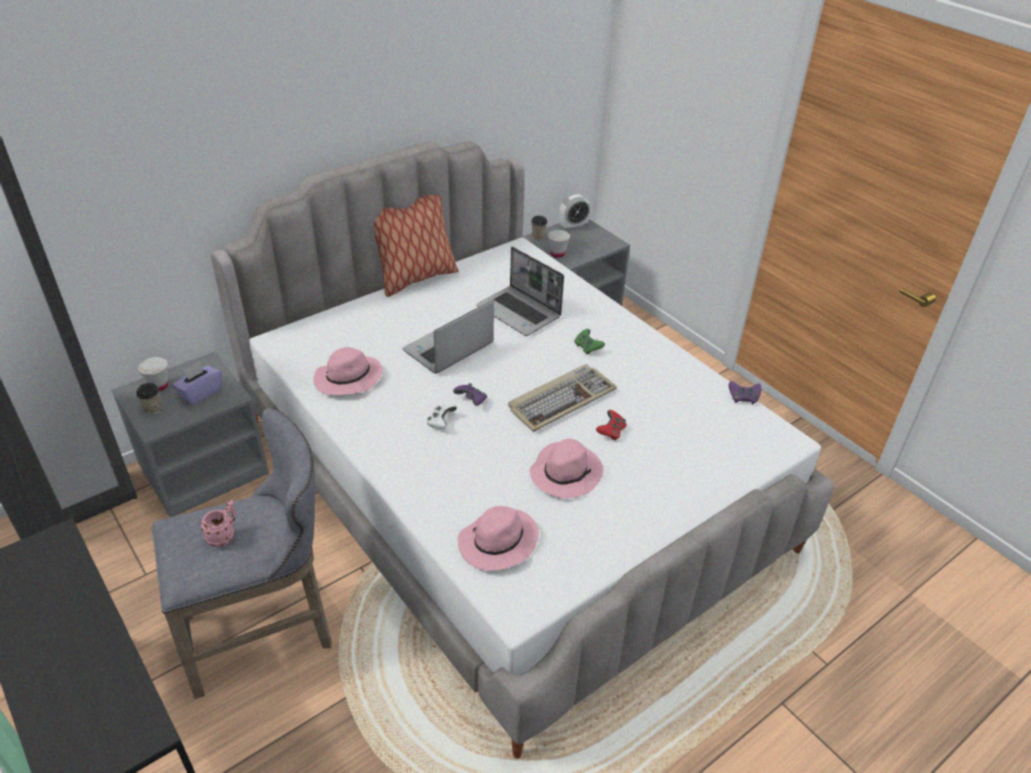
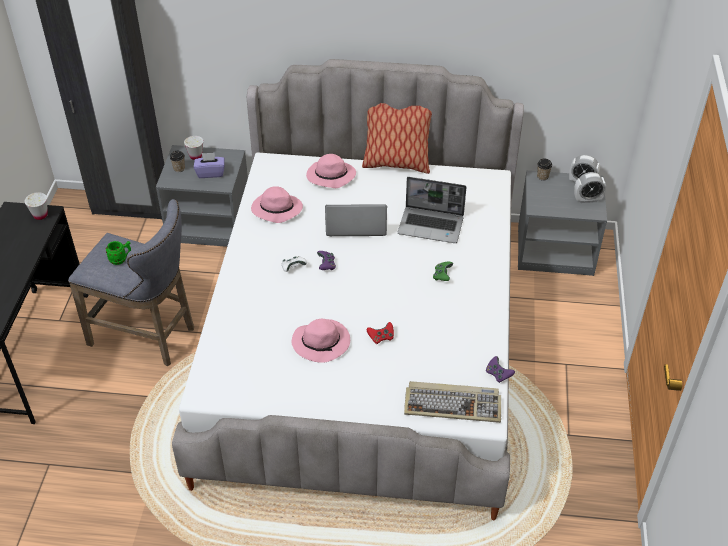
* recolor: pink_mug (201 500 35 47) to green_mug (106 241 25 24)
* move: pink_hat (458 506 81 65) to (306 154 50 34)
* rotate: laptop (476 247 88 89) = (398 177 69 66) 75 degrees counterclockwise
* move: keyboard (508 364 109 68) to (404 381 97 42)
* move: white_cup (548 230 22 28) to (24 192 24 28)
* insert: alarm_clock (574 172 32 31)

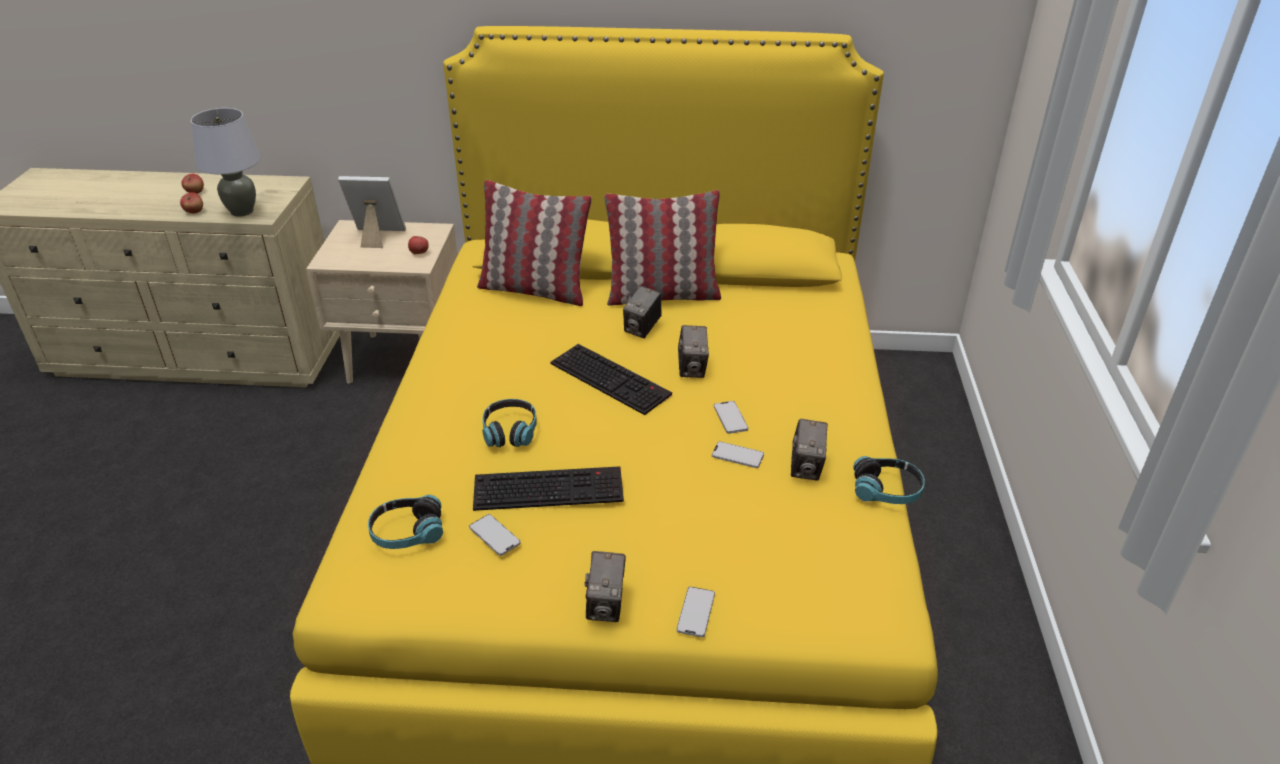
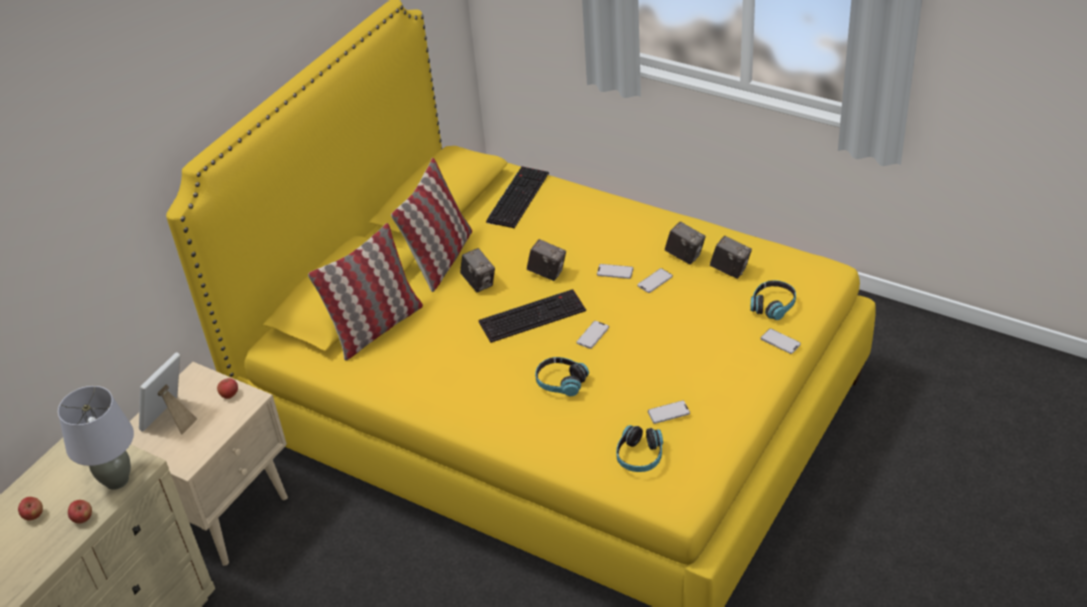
* move: keyboard (473 466 151 45) to (486 166 63 62)
* move: photo_camera (585 551 41 71) to (710 236 42 43)
* move: headphones (853 456 72 48) to (750 280 46 40)
* insert: phone (577 321 32 28)

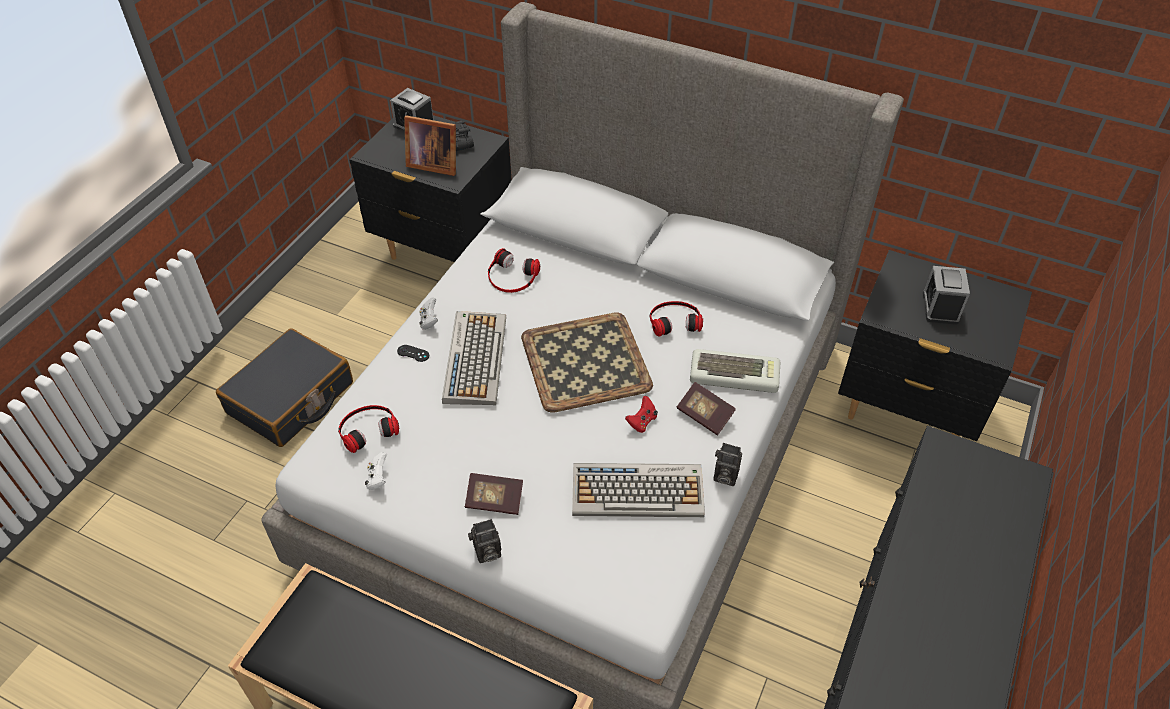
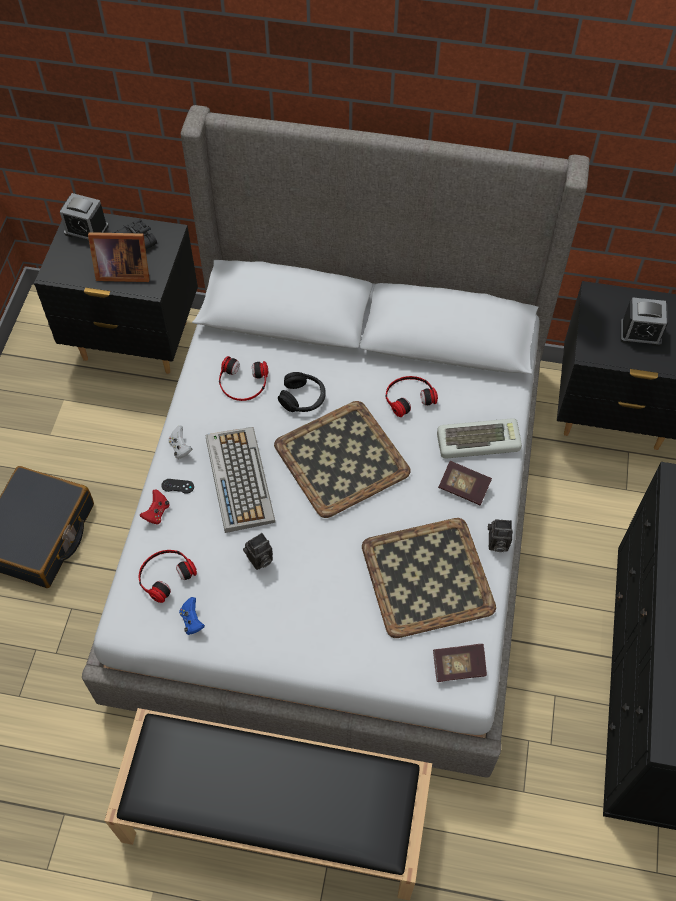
* recolor: white_game_controller (365 452 22 38) to blue_game_controller (179 597 26 38)
* move: book (465 473 58 42) to (433 644 54 38)
* move: photo_camera (468 519 33 44) to (243 533 30 37)
* replace: keyboard (572 463 133 54) to tray (362 518 134 120)
* move: red_game_controller (625 396 33 37) to (140 489 29 35)
* rotate: alarm_clock (923 266 47 59) = (620 298 48 49) 75 degrees counterclockwise
* insert: black_headphones (278 372 47 40)

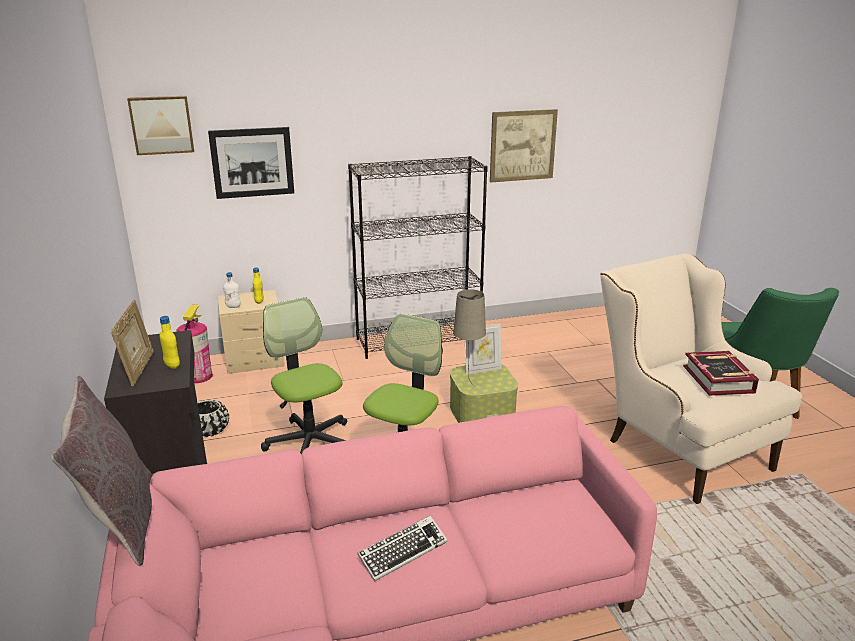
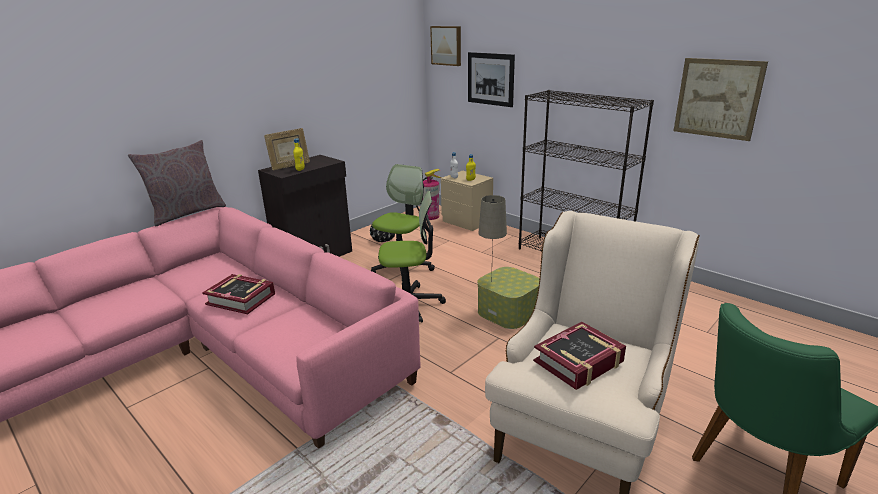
* replace: keyboard (357 516 90 66) to book (202 274 73 40)
* delete: picture_frame (465 323 36 51)

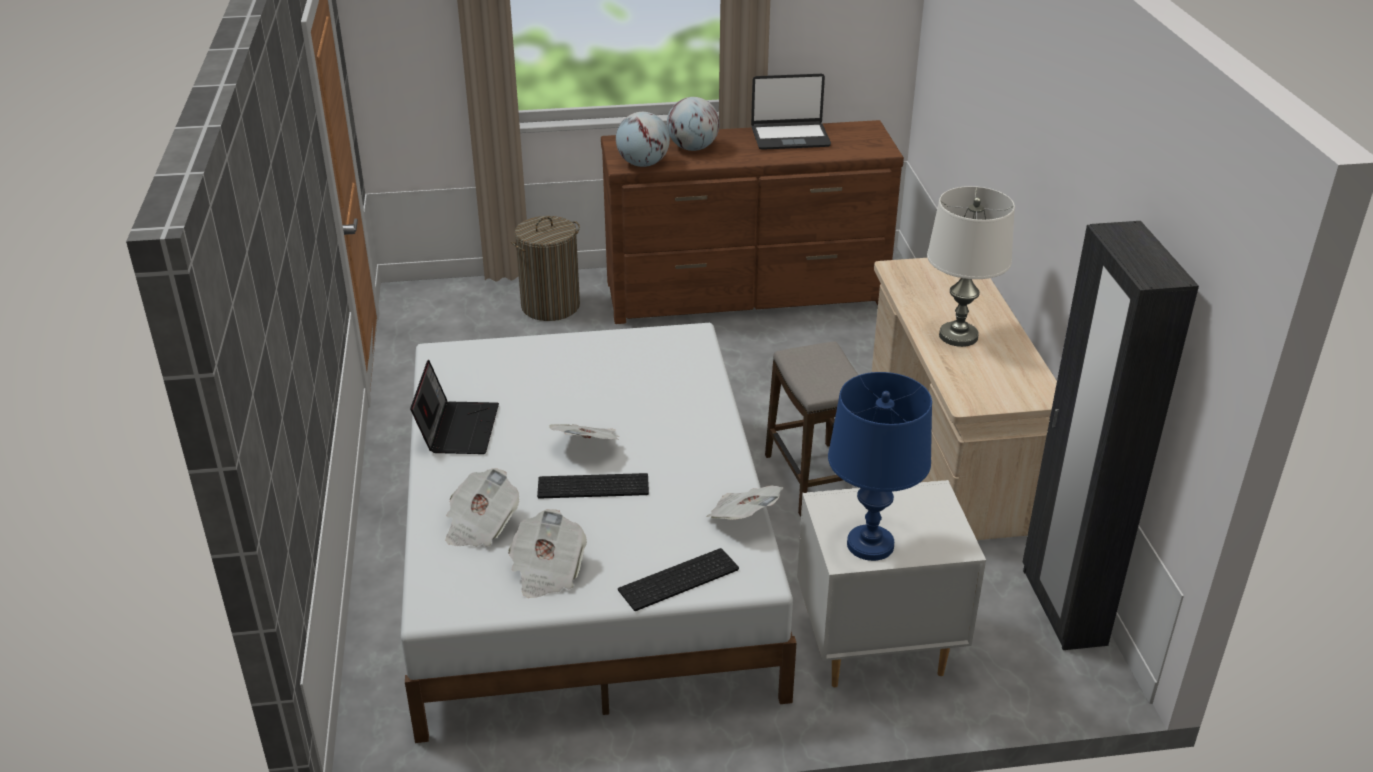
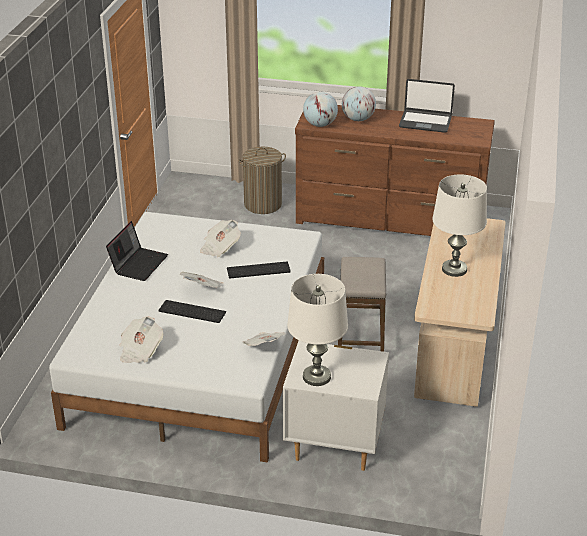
* move: newspaper (445 468 74 79) to (200 220 41 37)
* move: keyboard (618 548 121 63) to (227 262 64 16)
* recolor: blue_table_lamp (828 372 104 189) to white_table_lamp (287 274 61 112)
* delete: black_wardrobe (1023 221 176 429)

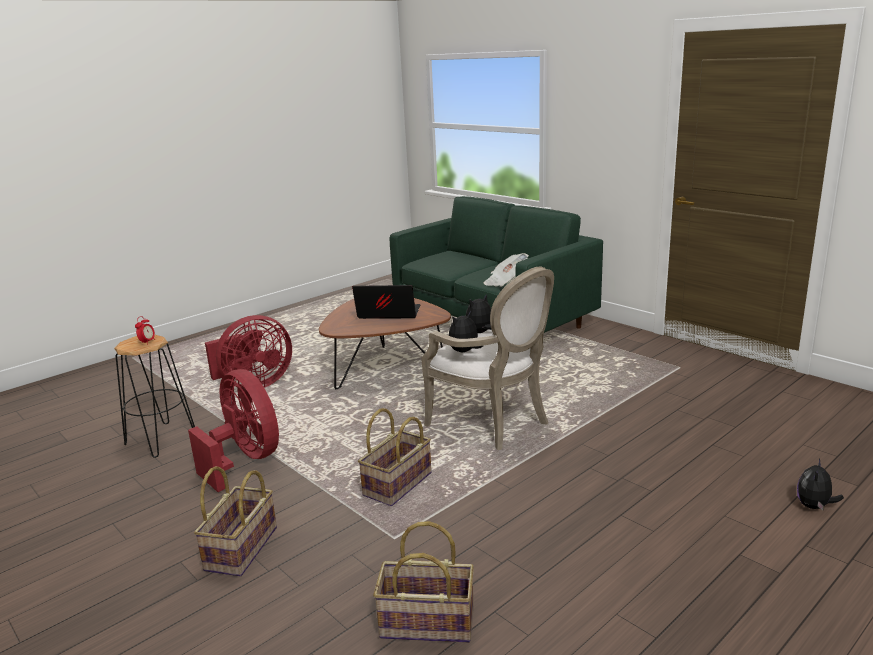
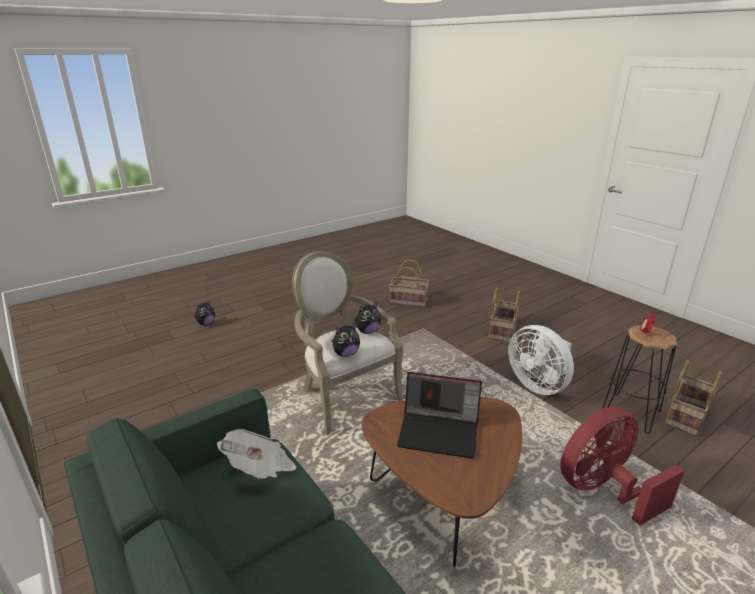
* recolor: red_fan (188 369 91 123) to white_fan (508 325 66 70)
* move: basket (358 408 74 98) to (665 360 57 76)

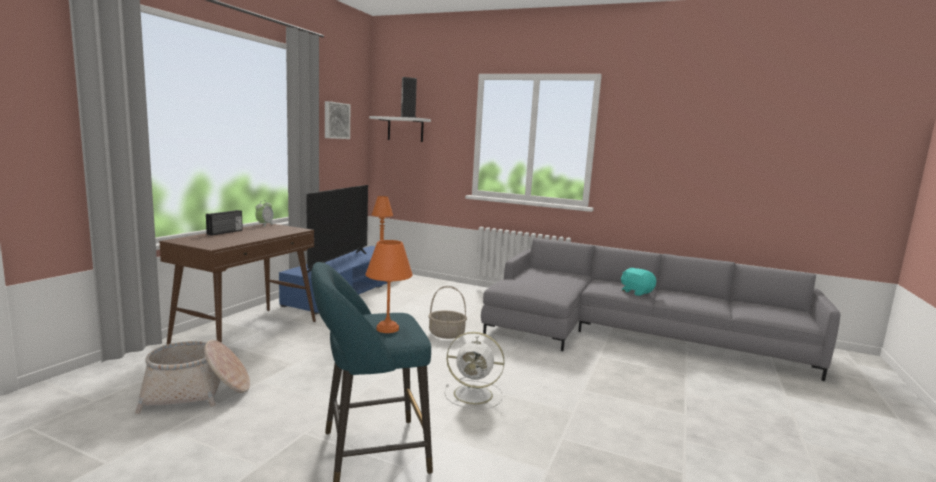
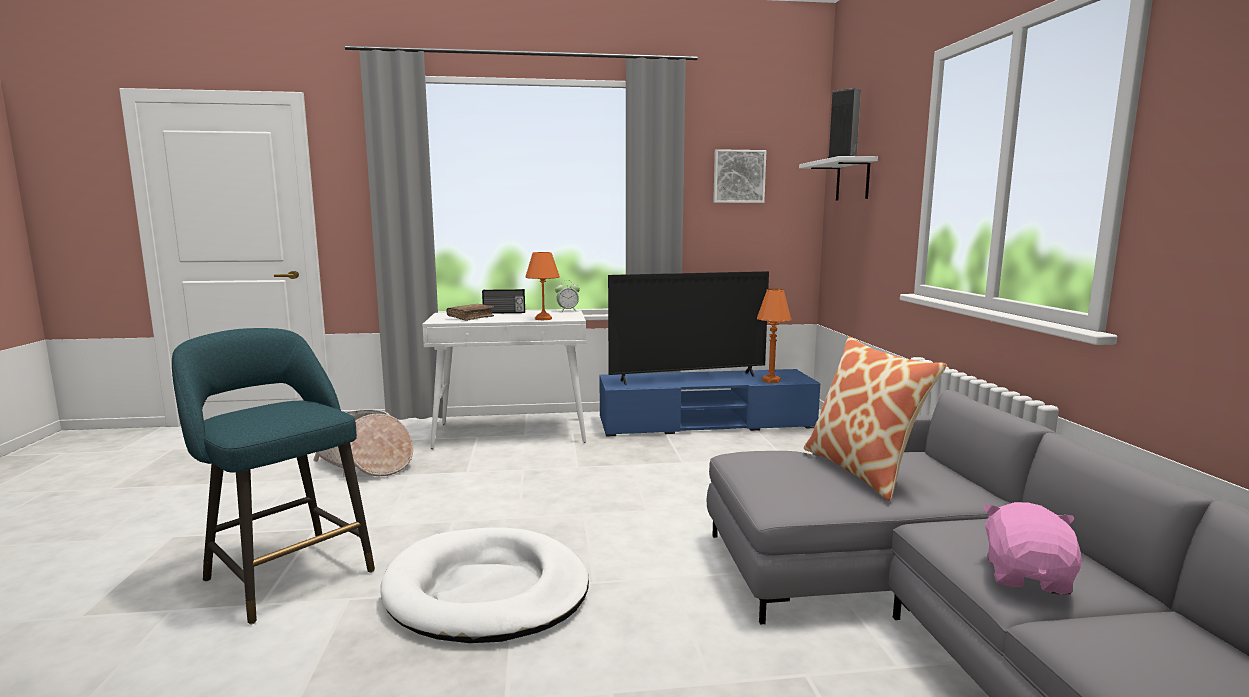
* recolor: brown_console_table (159 223 157 121) to white_console_table (422 310 164 139)
* move: orange_table_lamp (366 240 46 93) to (525 252 35 68)
* delete: basket (428 286 39 53)
* replace: white_fan (445 332 60 77) to white_dog_bed (381 528 208 115)
* recolor: turquoise_plush_toy (621 268 35 28) to pink_plush_toy (983 502 99 93)
* insert: brown_book (447 304 47 17)
* insert: pillow (804 337 143 164)

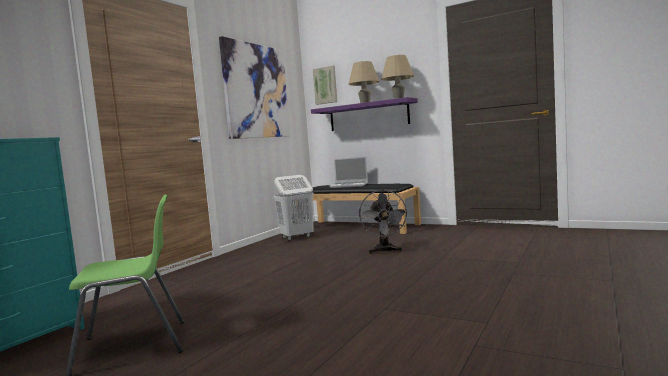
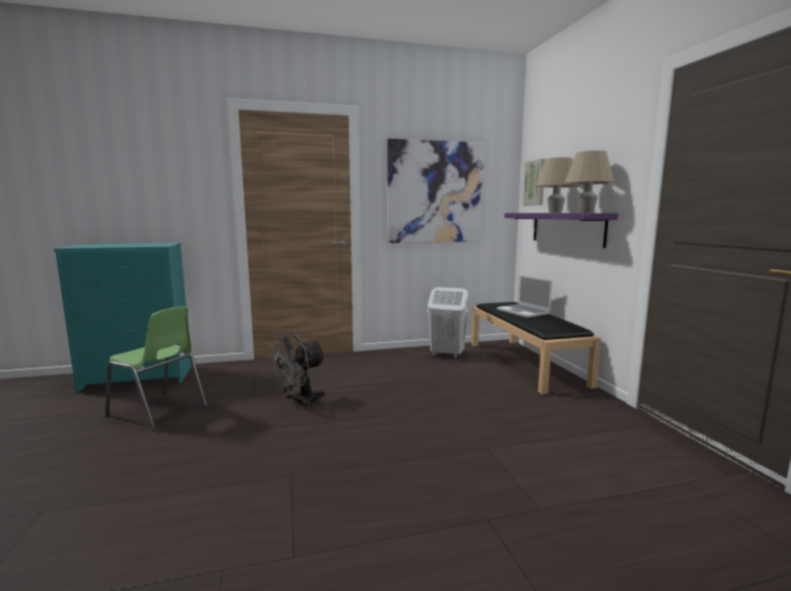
* move: grey_fan (359 189 49 65) to (268 331 58 79)

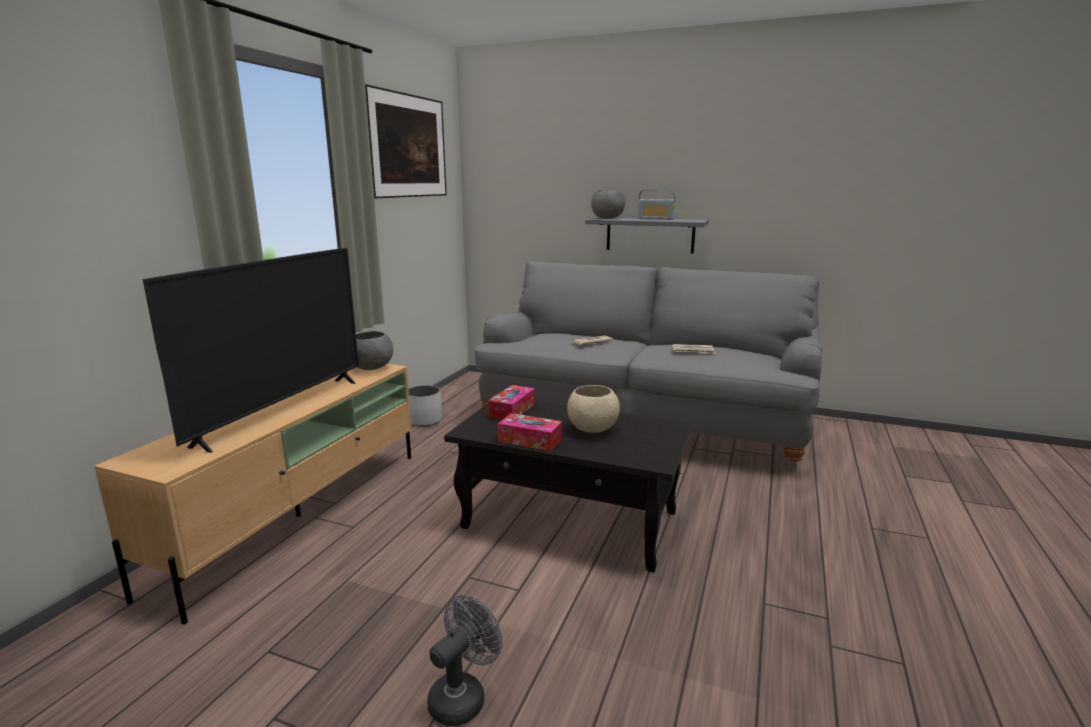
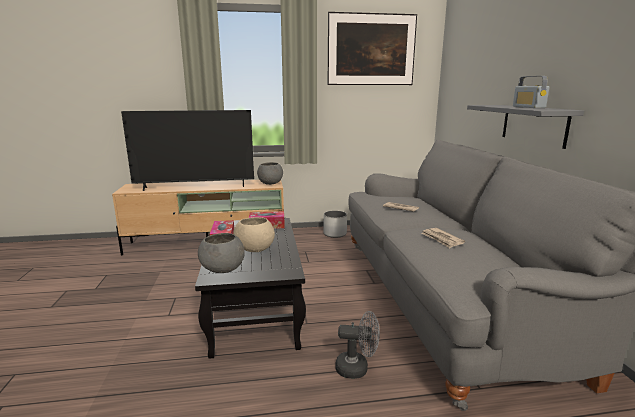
* move: grey_fan (427 595 75 131) to (335 311 45 68)
* move: grey_bowl (591 190 35 29) to (198 233 47 40)

